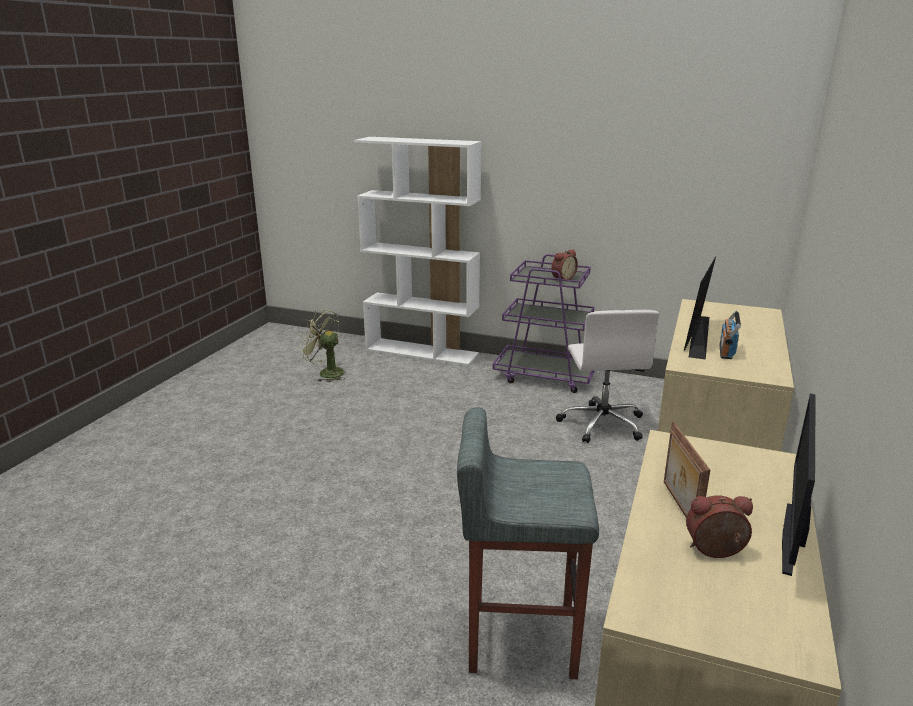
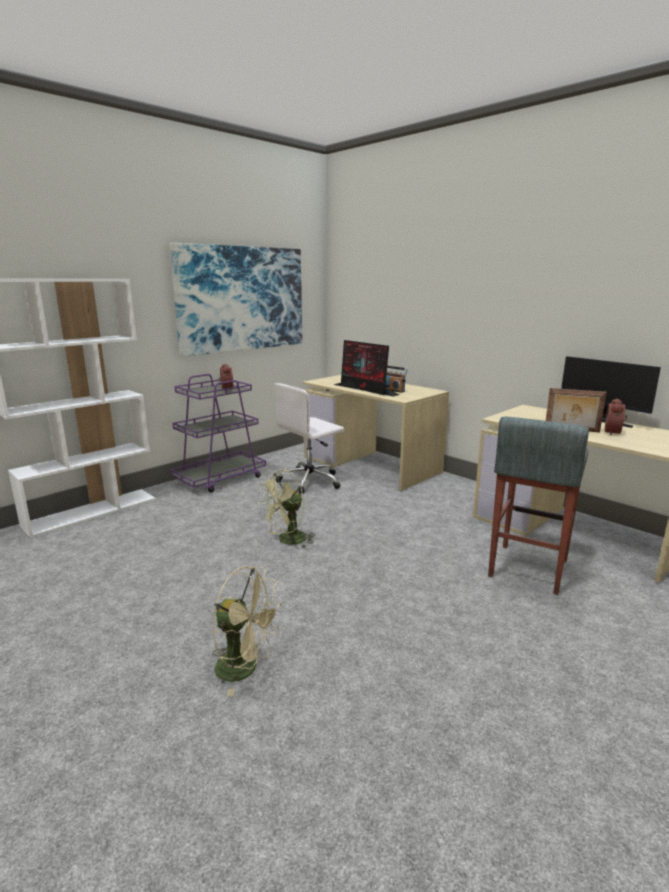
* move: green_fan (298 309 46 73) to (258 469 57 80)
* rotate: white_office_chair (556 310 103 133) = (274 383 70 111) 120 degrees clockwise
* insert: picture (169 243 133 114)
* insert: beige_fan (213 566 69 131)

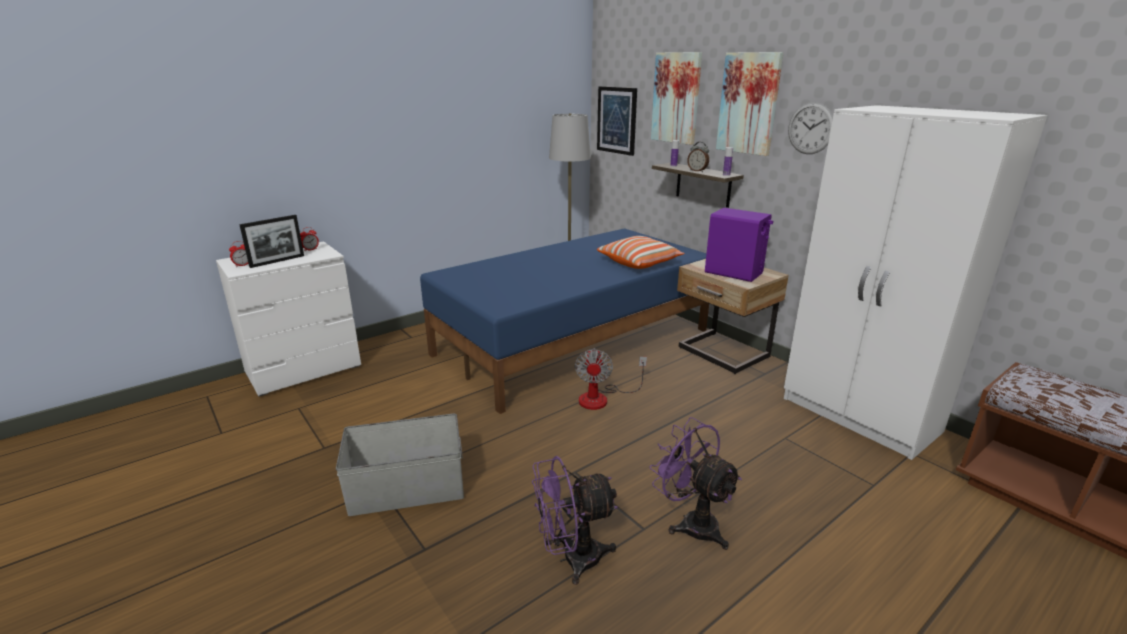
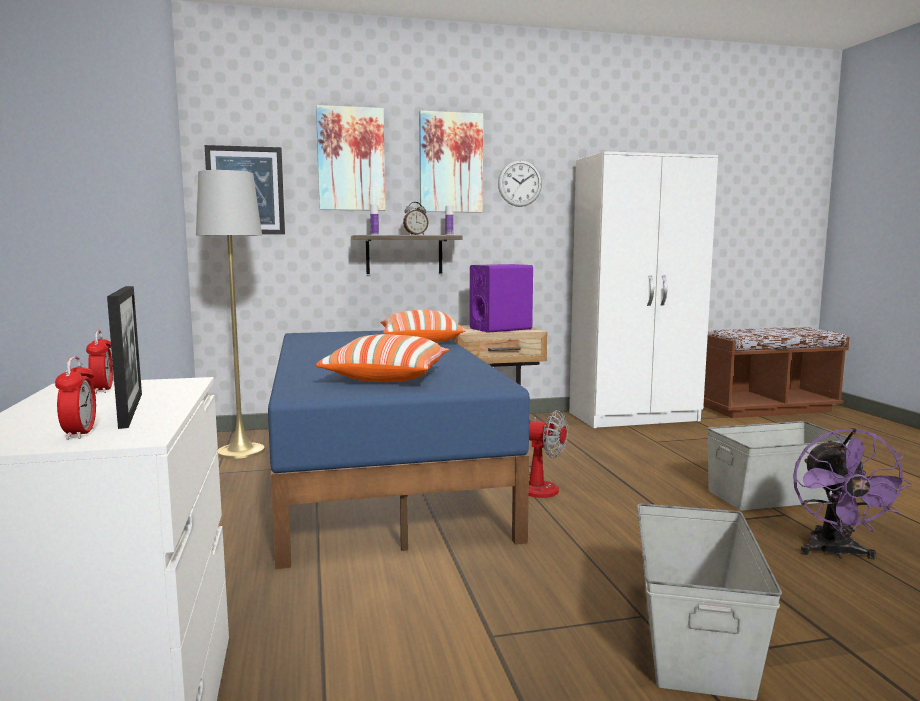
* replace: purple_fan (650 417 92 133) to grey_storage_box (707 421 145 90)
* insert: pillow (316 334 133 48)

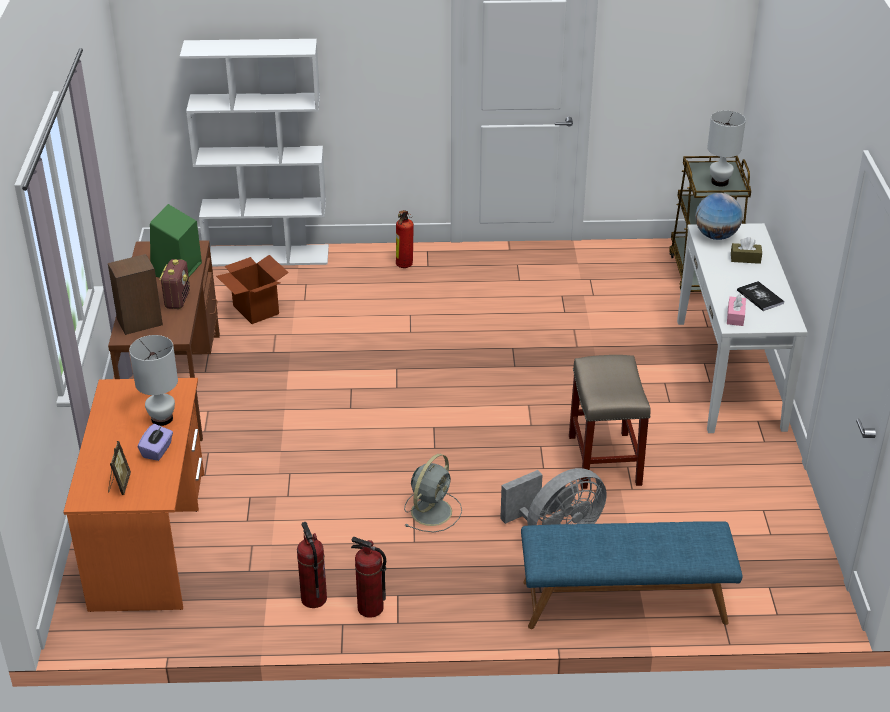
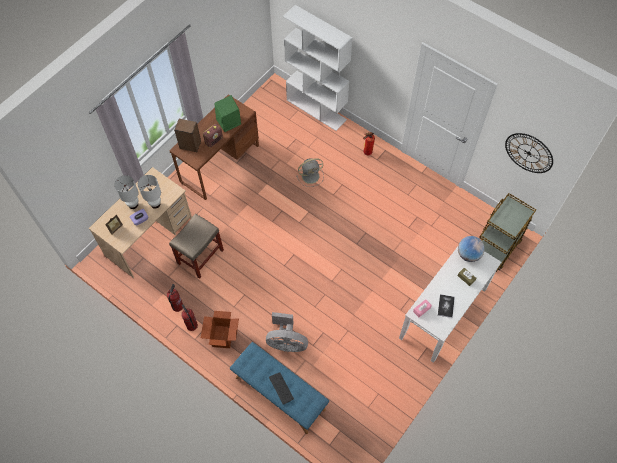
* recolor: orange_desk (63 378 141 234) to beige_desk (89 167 103 111)
* move: cardboard_box (216 255 73 69) to (201 311 38 37)
* move: grey_fan (404 454 58 78) to (296 158 28 29)
* move: beige_stool (569 355 82 134) to (169 213 55 66)
* move: white_table_lamp (707 111 39 76) to (114 175 24 34)
* insert: keyboard (269 372 25 33)
* insert: wall_clock (505 133 48 40)

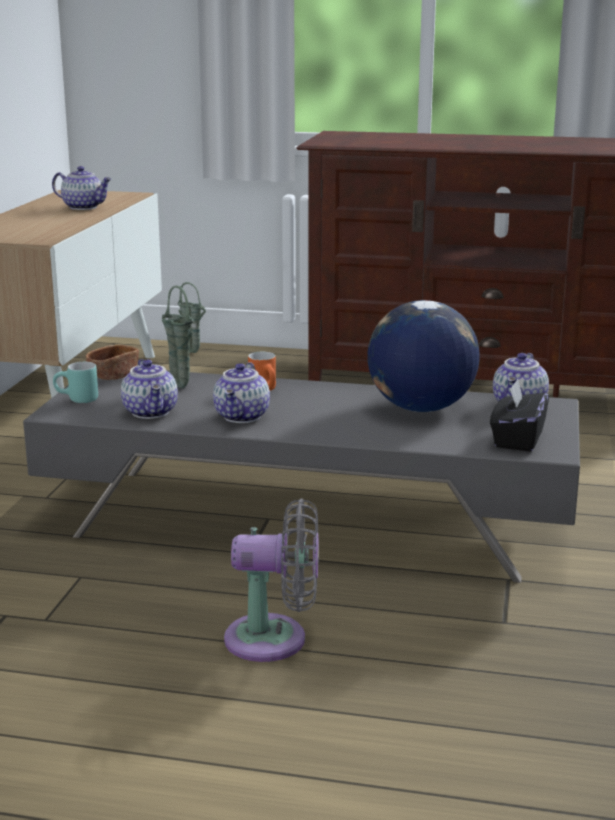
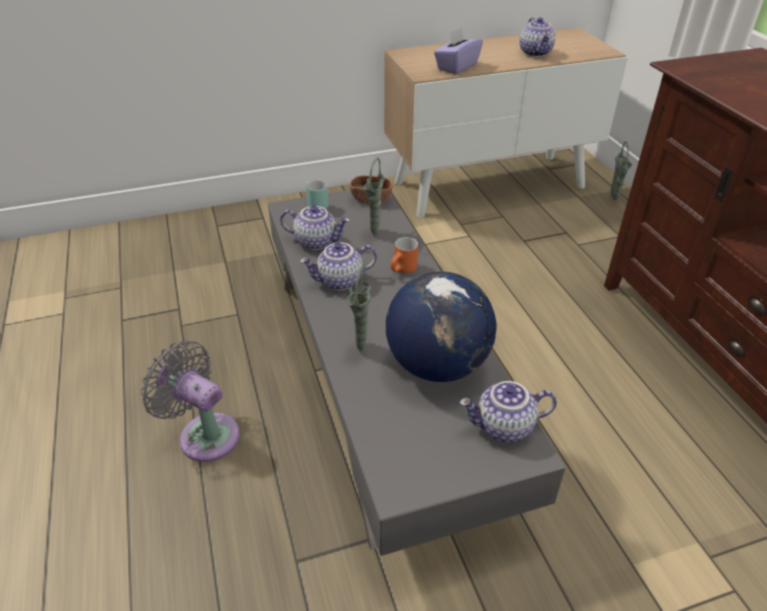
* rotate: teapot (121 359 57 60) = (280 205 70 45) 120 degrees counterclockwise
* rotate: grey_fan (224 499 95 163) = (141 341 99 121) 150 degrees clockwise
* delete: black_tissue_box (490 379 59 73)
* insert: green_vase (346 264 25 87)
* insert: purple_tissue_box (434 27 49 47)

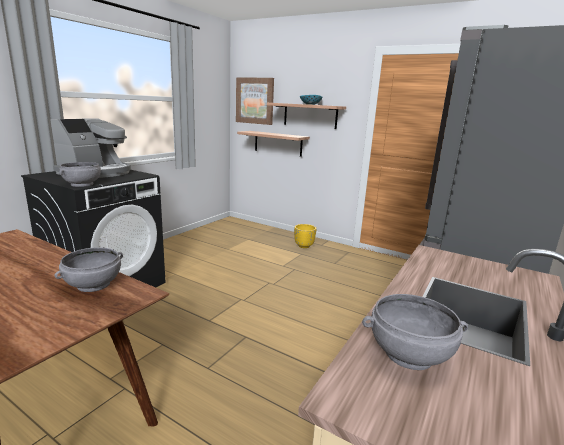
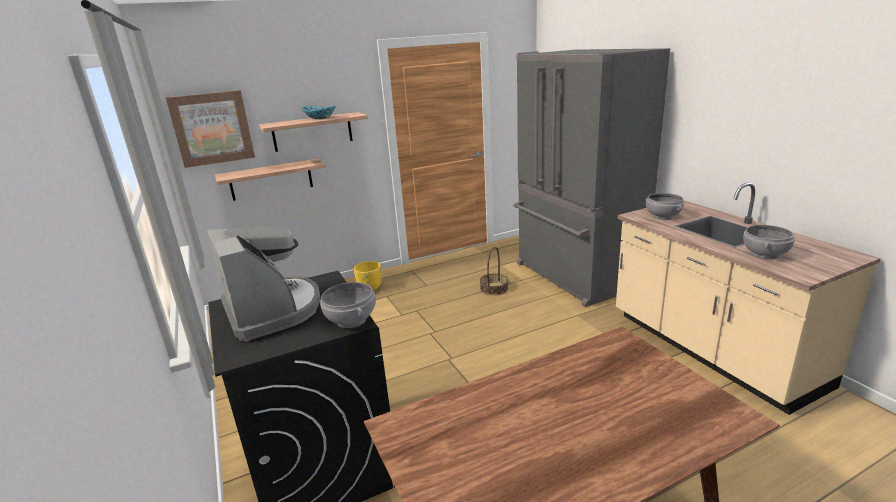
* move: grey_bowl (55 247 68 45) to (646 193 38 27)
* insert: basket (480 247 29 48)

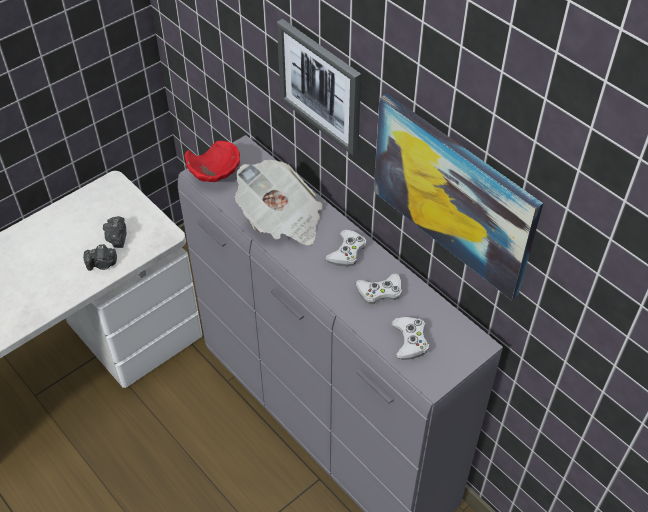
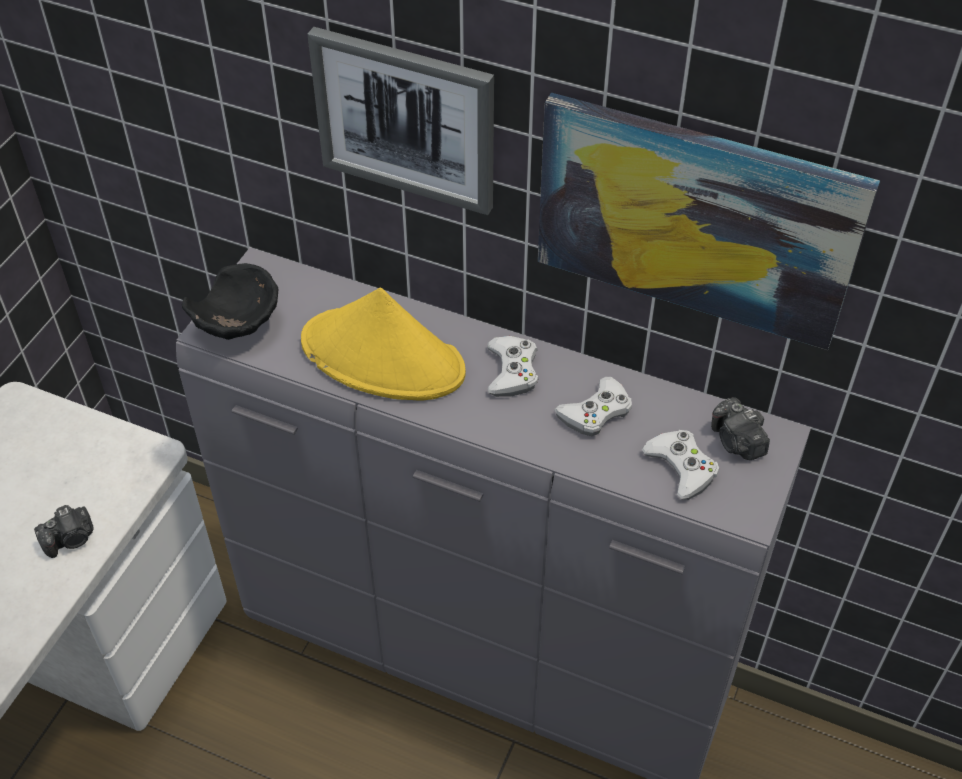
* move: photo_camera (103 216 24 32) to (711 397 59 63)
* recolor: red_bowl (184 141 56 41) to black_bowl (182 263 97 77)
* replace: newspaper (235 160 88 85) to yellow_hat (301 288 165 112)

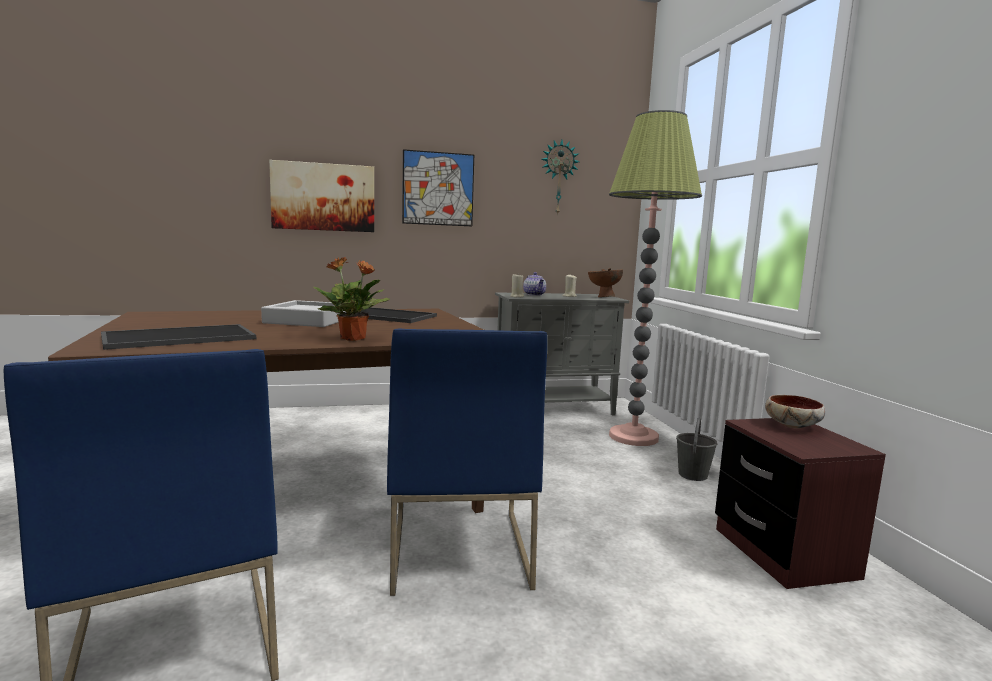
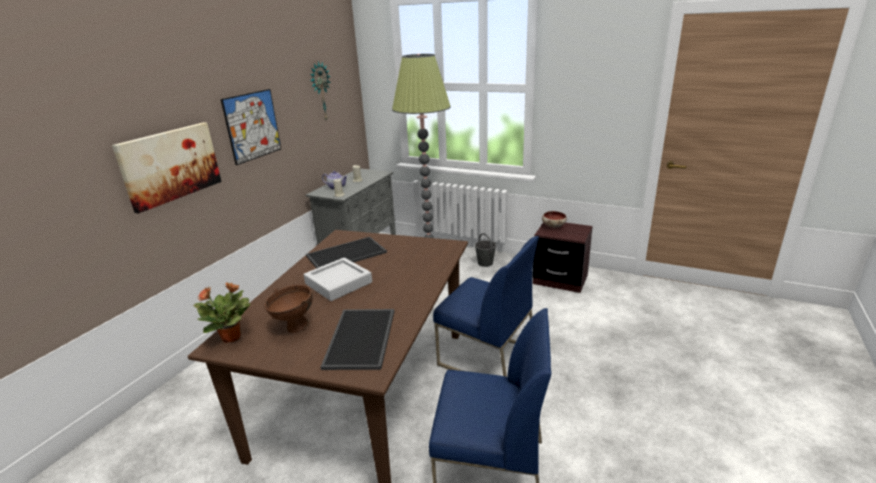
* move: potted_plant (314 257 76 84) to (193 282 58 61)
* move: brown_bowl (588 268 35 29) to (265 285 48 48)

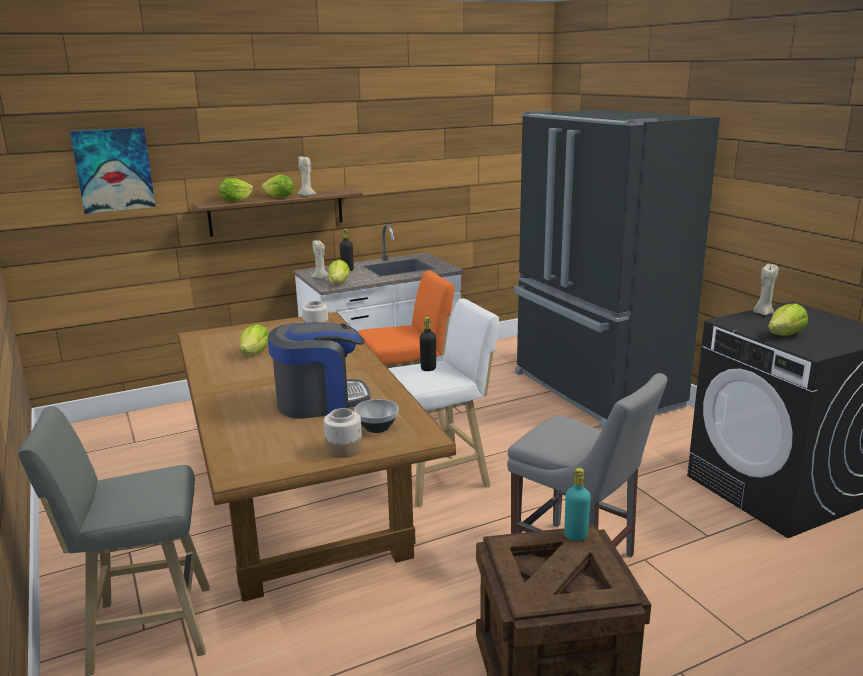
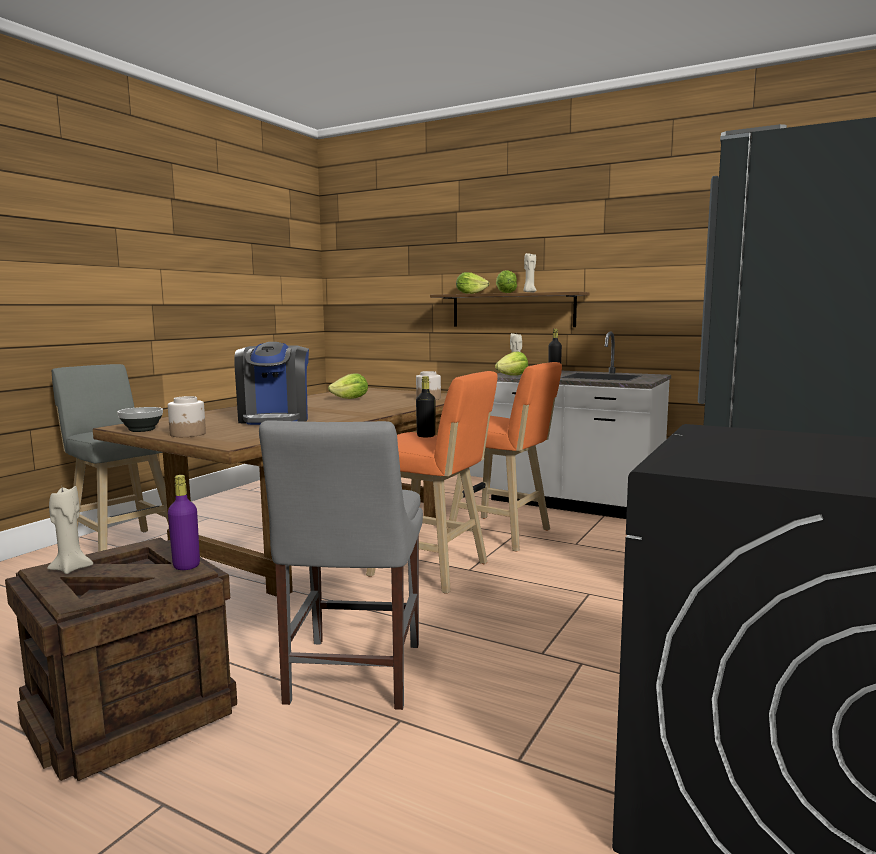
* delete: picture (70 127 86 87)
* rotate: coffee_machine (268 323 102 96) = (234 342 75 83) 45 degrees clockwise
* move: bowl (354 399 45 34) to (117 407 46 25)
* recolor: white_stool (385 299 114 208) to orange_stool (366 371 132 223)
* recolor: turquoise_bottle (564 468 27 73) to purple_bottle (168 475 32 95)
* move: beige_candle (753 264 26 51) to (47 486 46 88)
* delete: lettuce (768 304 40 32)

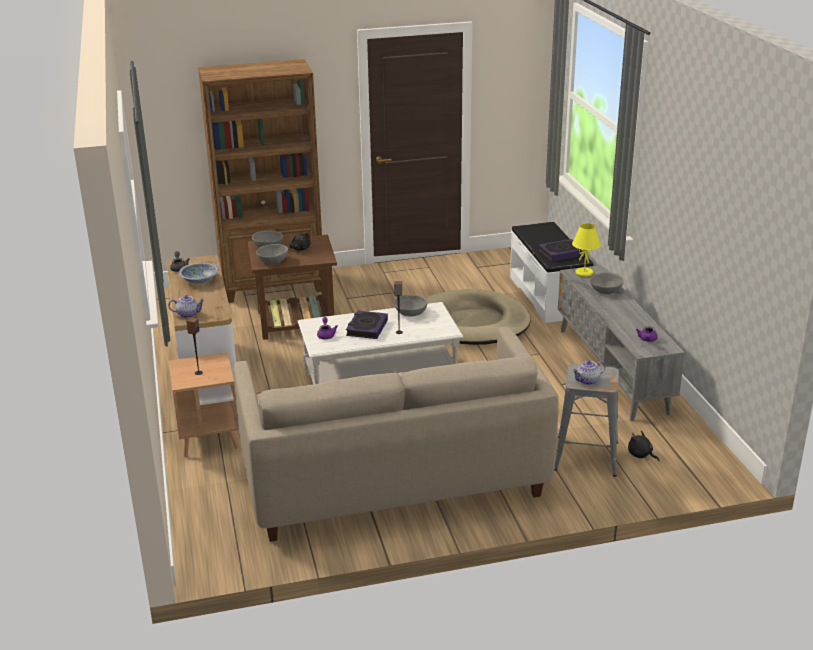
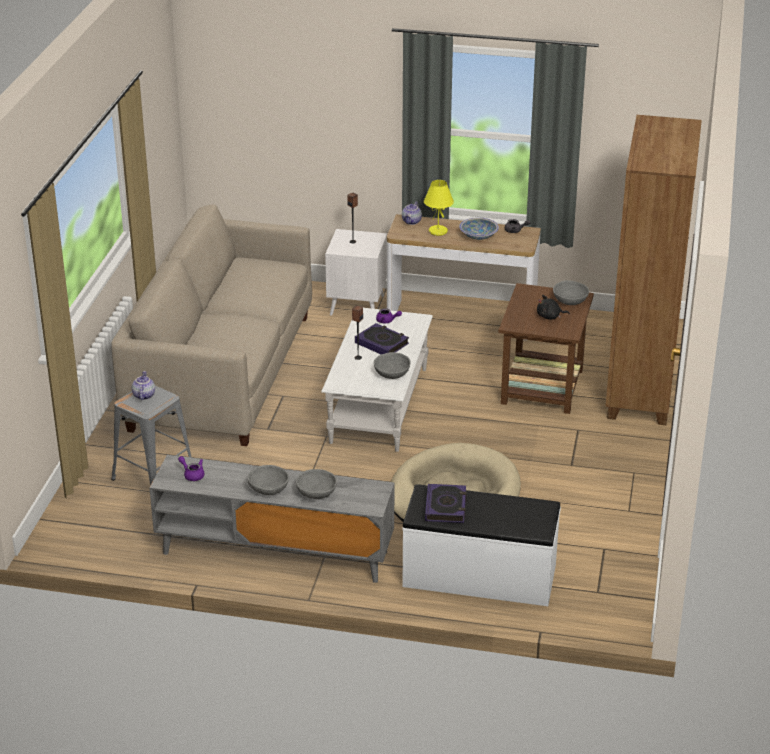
* recolor: brown_side_table (168 352 71 106) to white_side_table (325 229 62 87)
* move: grey_bowl (256 244 32 20) to (247 465 42 30)
* move: yellow_table_lamp (572 223 29 54) to (424 180 30 56)
* delete: black_plush_toy (628 430 31 32)

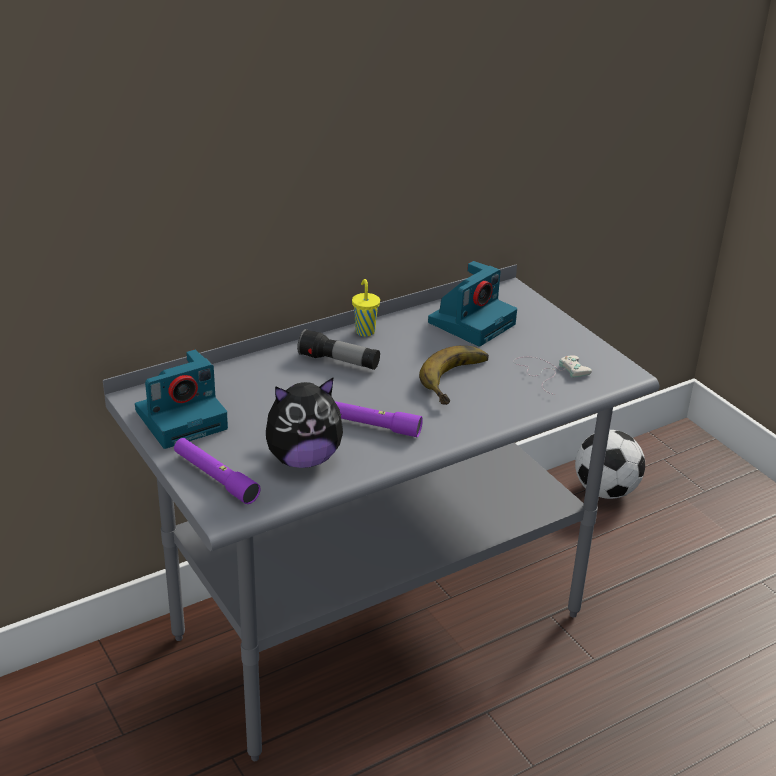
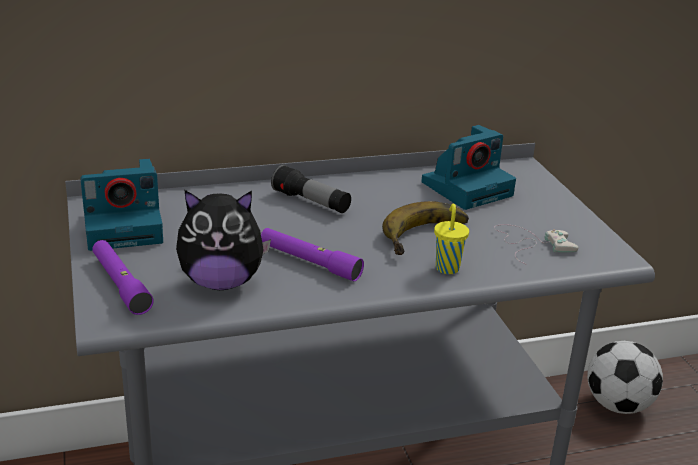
* move: yellow_cup (352 279 28 57) to (434 204 35 70)

